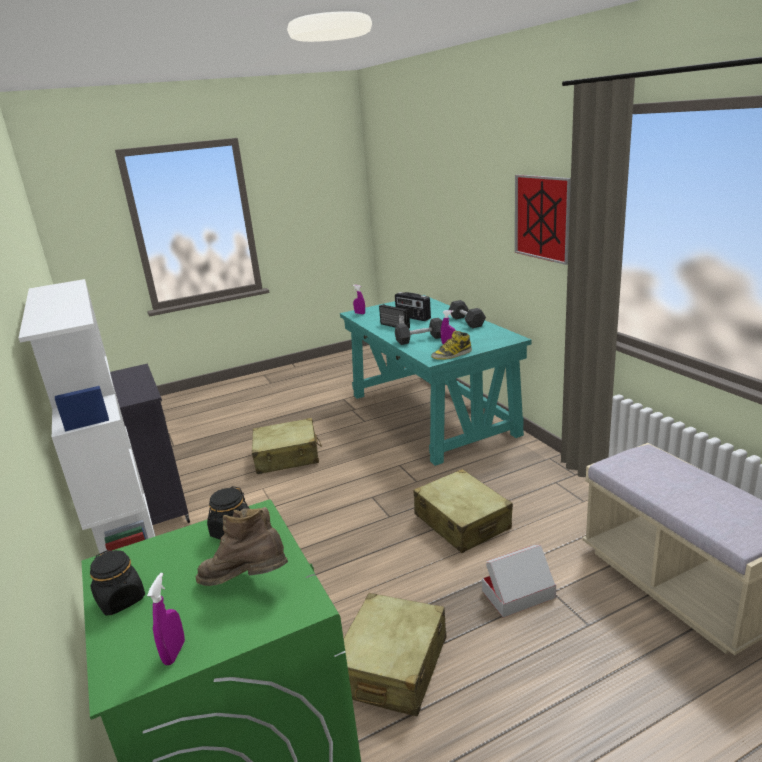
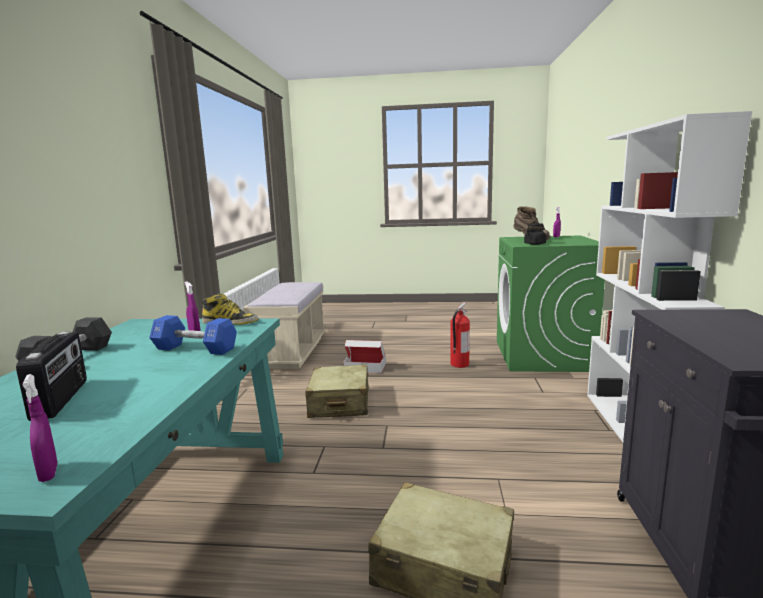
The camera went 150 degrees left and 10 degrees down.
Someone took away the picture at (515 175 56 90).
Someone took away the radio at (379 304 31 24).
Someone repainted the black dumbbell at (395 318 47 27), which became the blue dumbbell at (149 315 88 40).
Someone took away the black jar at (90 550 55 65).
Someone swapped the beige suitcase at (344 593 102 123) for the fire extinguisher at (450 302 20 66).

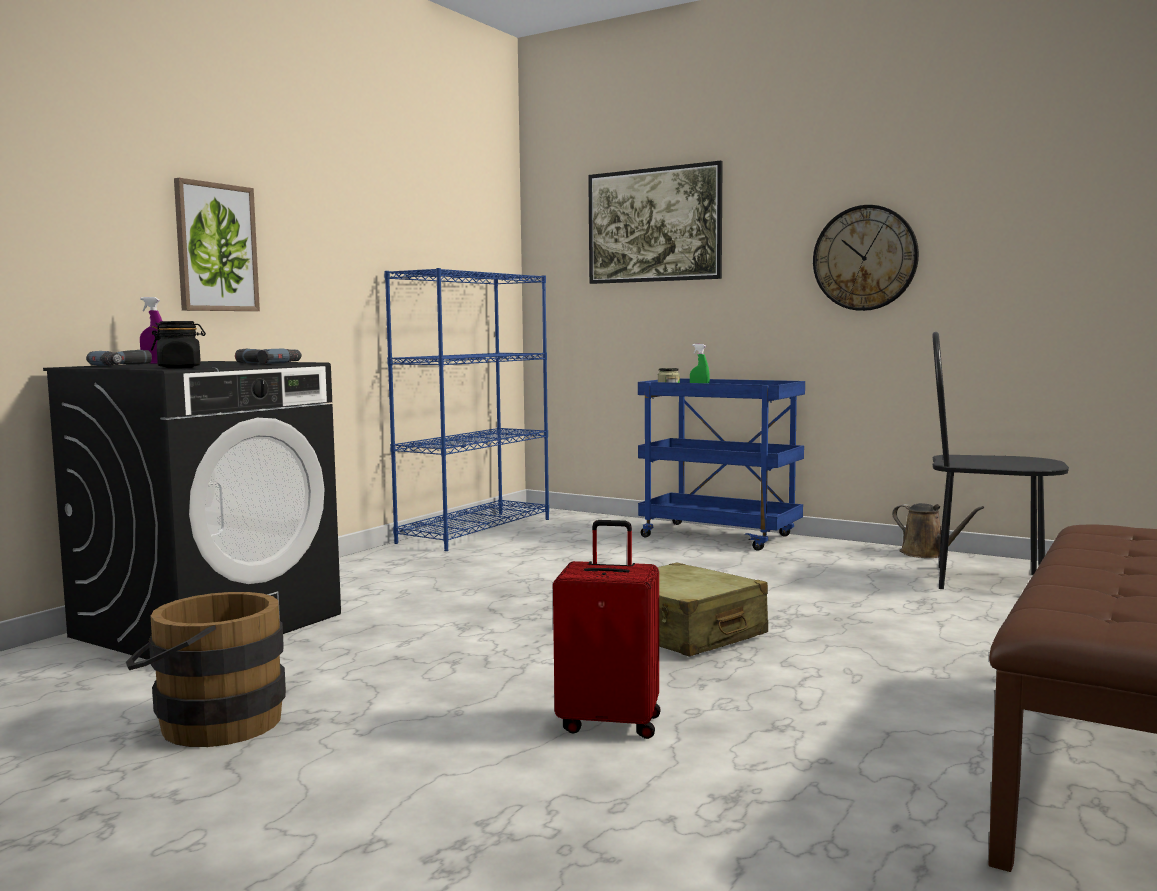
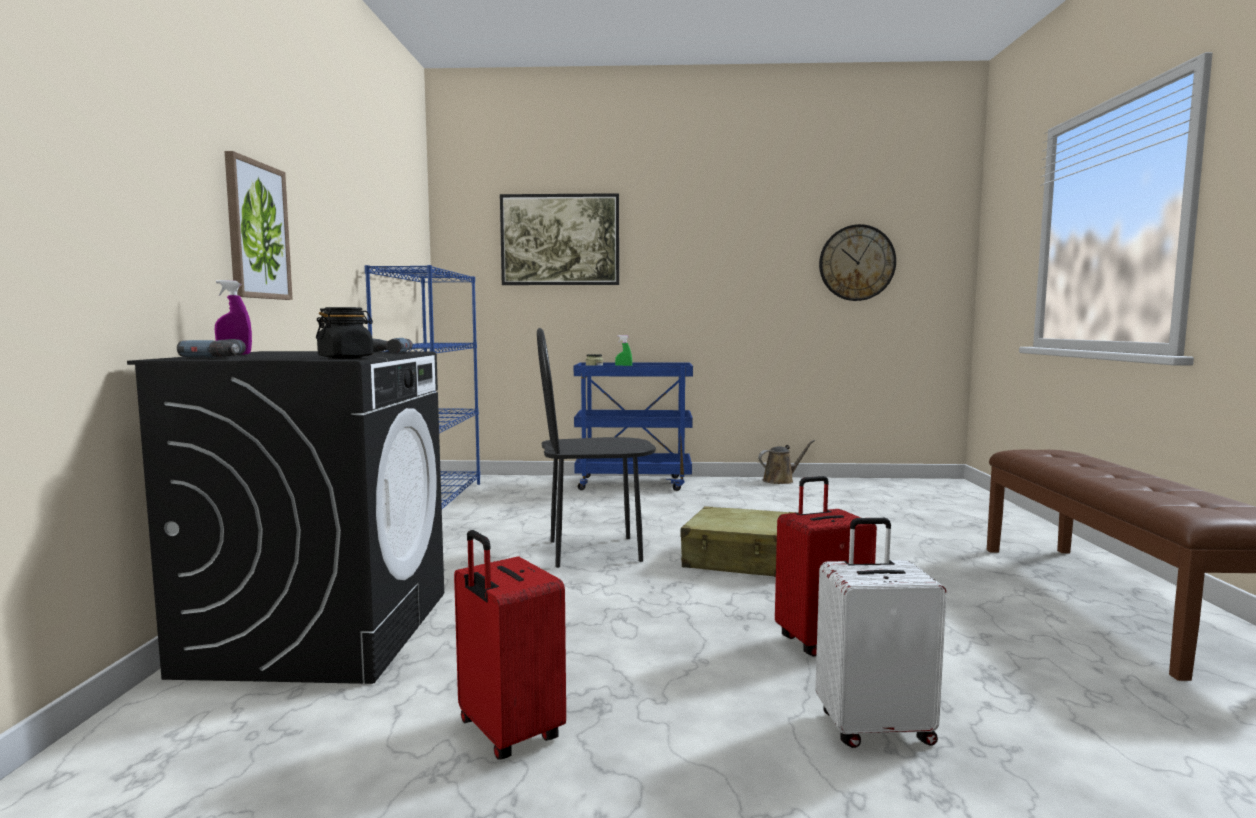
The camera went 30 degrees left and 0 degrees up.
Someone carried the wall clock from (813 205 106 106) to (819 224 77 77).
Someone carried the black chair from (932 332 137 257) to (537 328 119 240).
Someone rotated the brown watering can at (892 503 92 55) by 45 degrees counterclockwise.
Someone swapped the brown bucket at (126 592 160 155) for the red suitcase at (454 530 112 230).
Someone put down the white suitcase at (815 518 132 230).

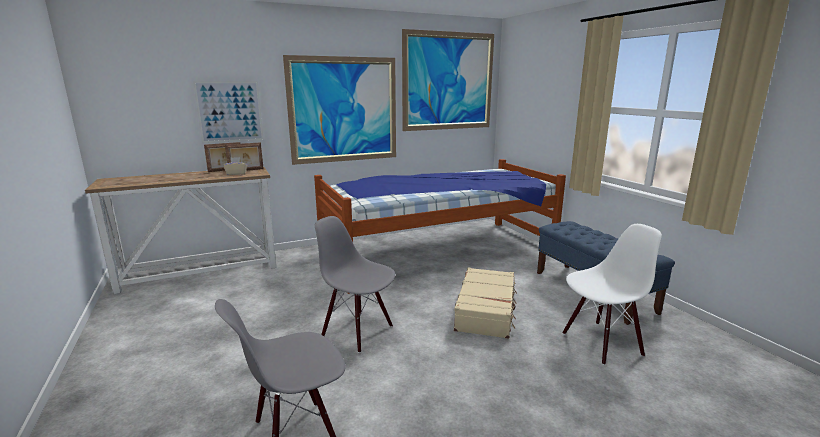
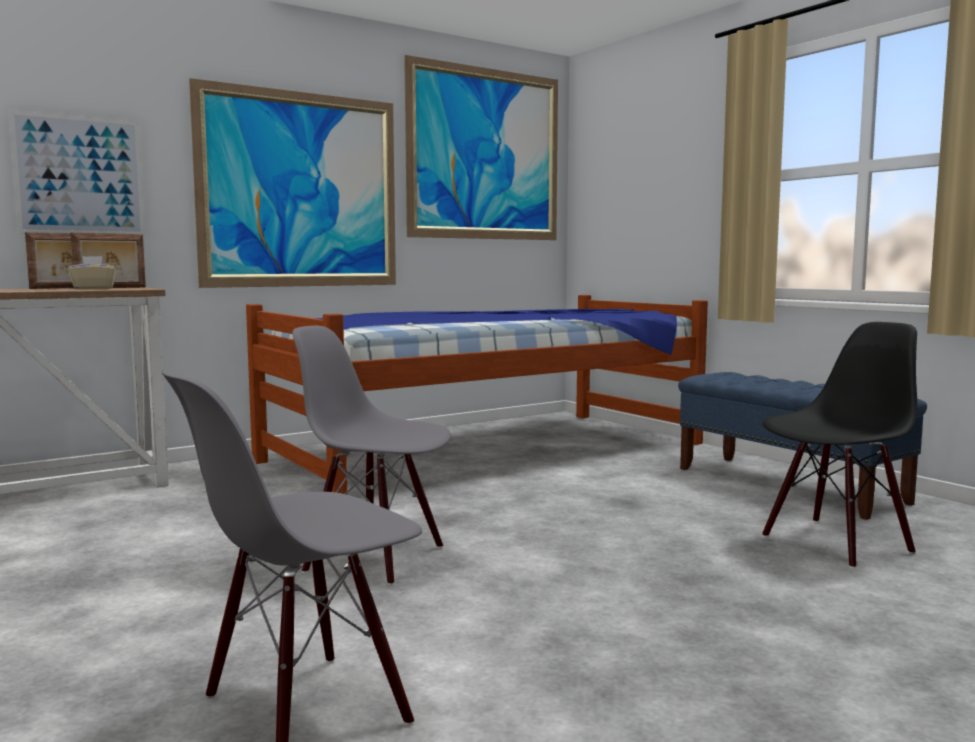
The camera went 10 degrees left and 10 degrees down.
Someone repainted the white chair at (562 224 100 141), which became the black chair at (762 322 155 247).
Someone took away the beige suitcase at (454 267 63 72).

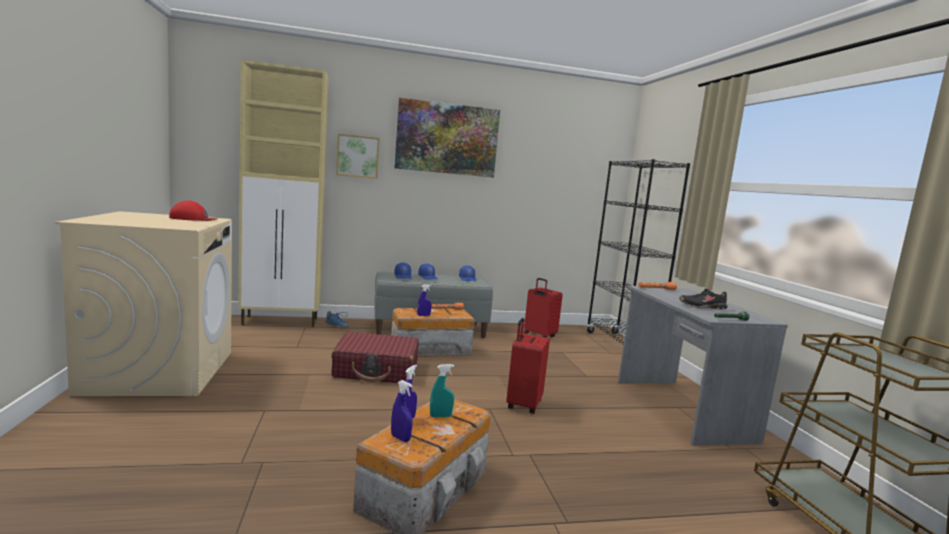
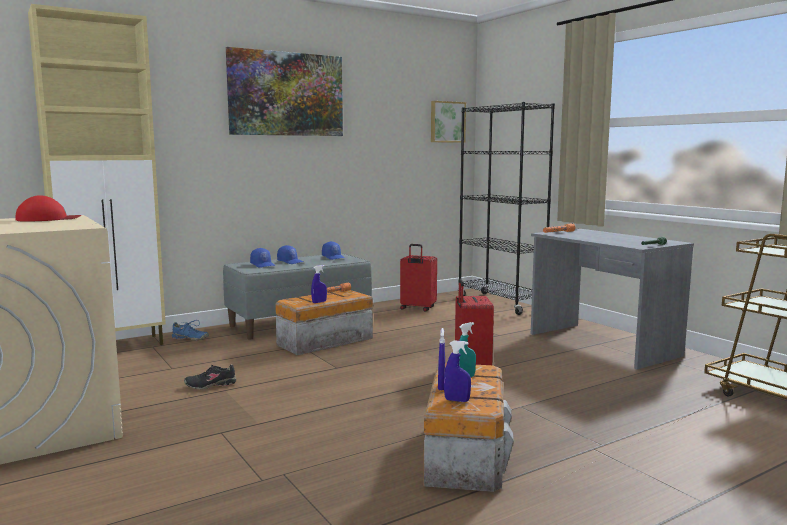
The camera went 20 degrees left and 0 degrees up.
Someone carried the picture from (336 134 44 45) to (431 101 35 42).
Someone carried the black shoe from (679 289 48 21) to (184 364 53 25).
Someone took away the red suitcase at (331 332 88 51).

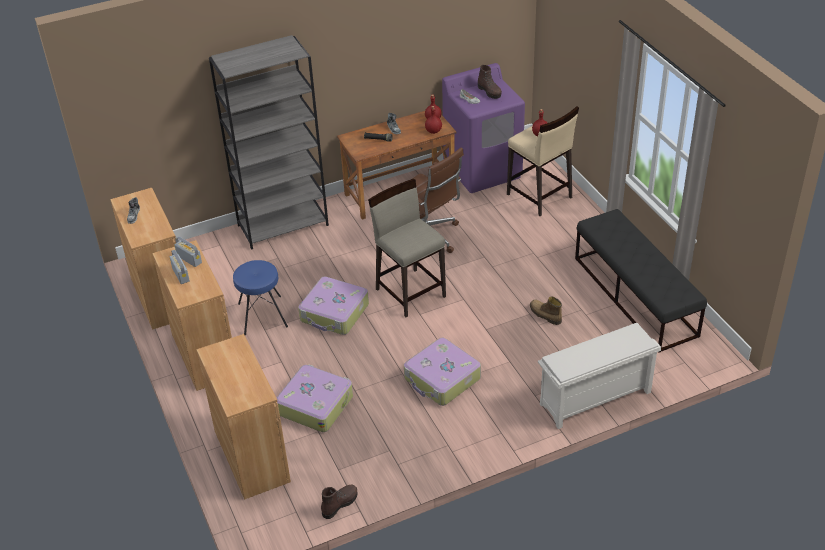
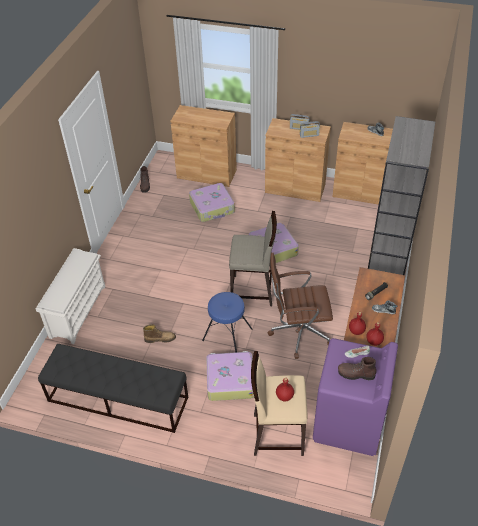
The camera went 130 degrees right and 5 degrees up.
Someone carried the blue stool from (233 260 55 75) to (202 292 50 60).
Someone carried the suitcase from (404 338 77 68) to (206 351 48 50).

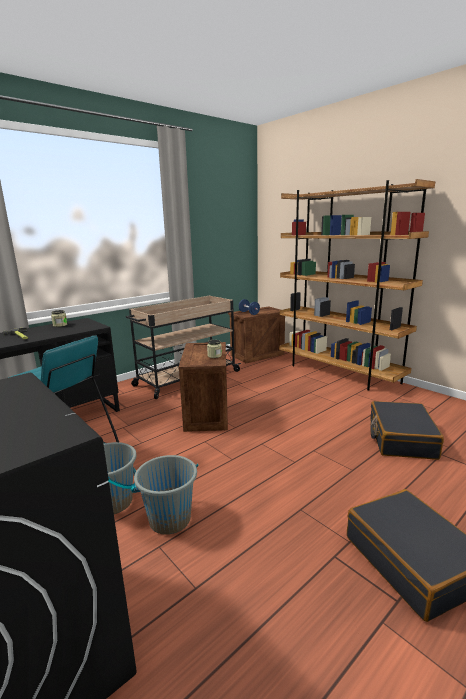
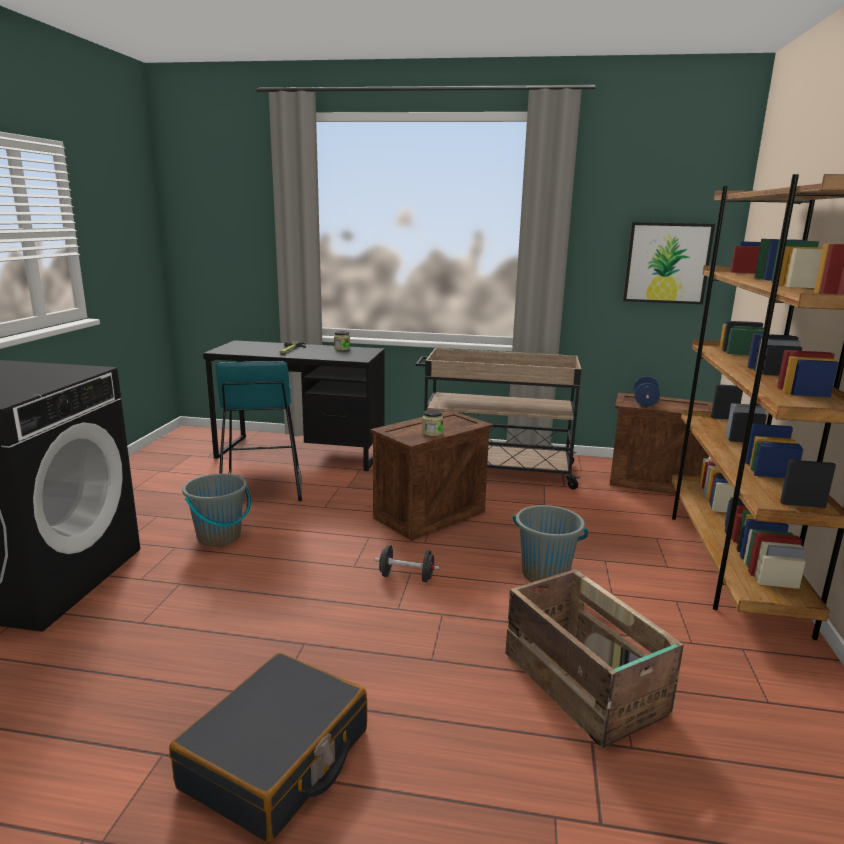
The camera went 50 degrees right and 0 degrees up.
Someone swapped the black suitcase at (370 401 74 59) for the crate at (505 569 179 179).
Someone carried the grey bucket from (131 455 68 80) to (512 505 76 82).
Someone put up the picture at (623 222 92 82).
Someone put down the black dumbbell at (375 545 65 38).

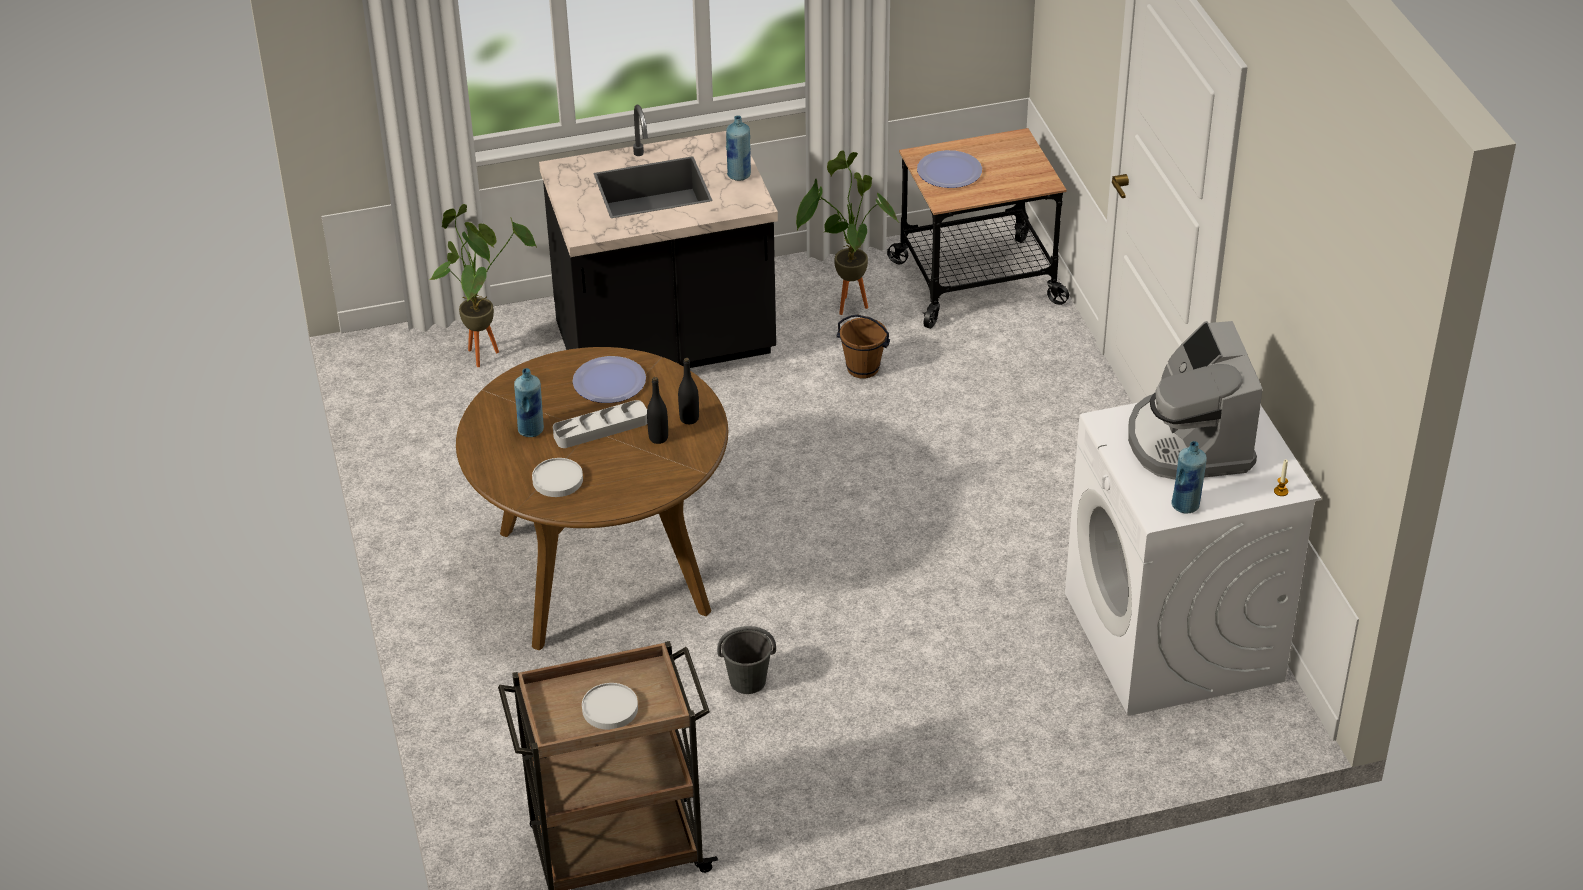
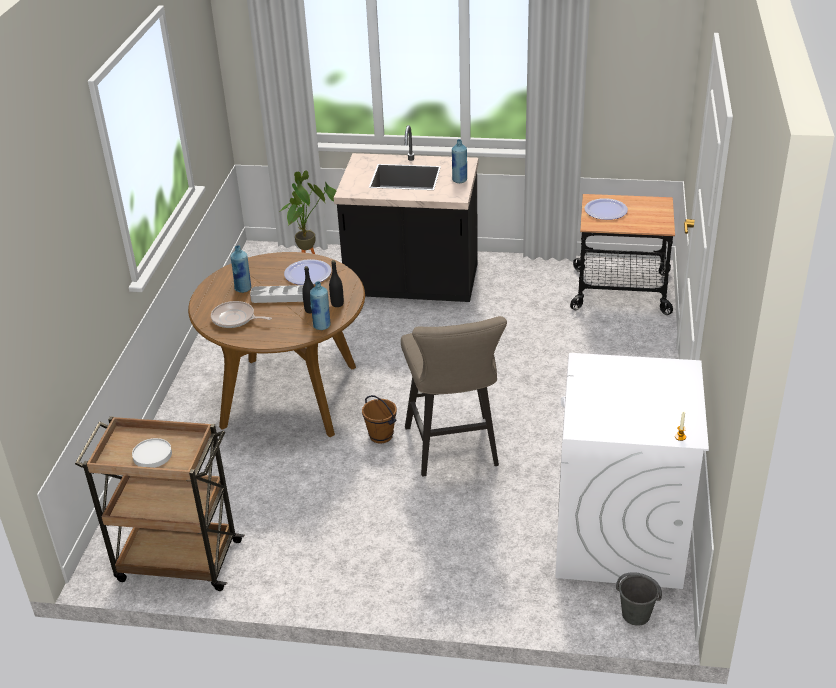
The camera went 25 degrees right and 5 degrees down.
Someone took away the potted plant at (796 150 102 165).
Someone carried the brown bucket from (837 315 53 64) to (362 395 35 49).
Someone took away the coffee machine at (1128 321 135 159).
Someone carried the blue bottle from (1171 441 36 73) to (310 281 21 49).
Someone swapped the white plate at (532 458 51 39) for the frying pan at (211 301 61 27).
Someone carried the grey bucket from (717 626 59 68) to (616 572 46 54).
Someone put down the beige stool at (401 316 106 161).

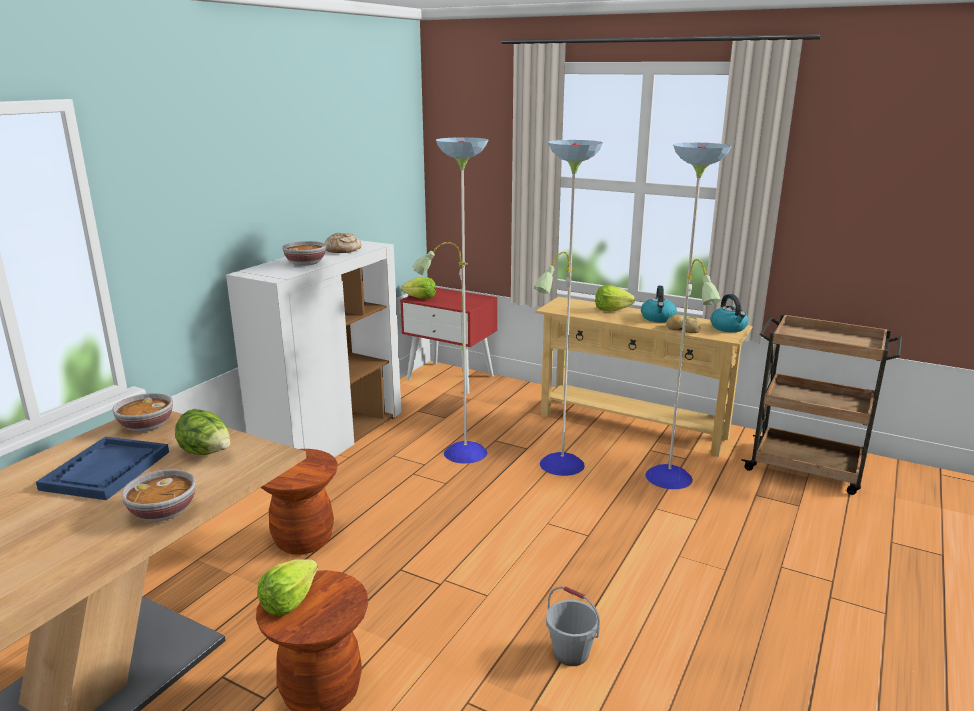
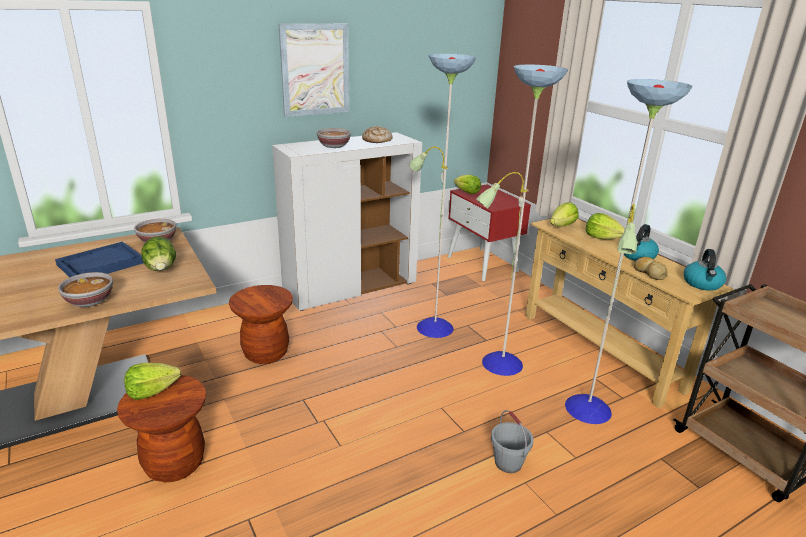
The camera went 30 degrees right and 5 degrees up.
Someone carried the grey bucket from (546 586 54 80) to (491 410 43 63).
Someone put up the picture at (278 23 71 94).
Someone put down the lettuce at (550 202 29 25).

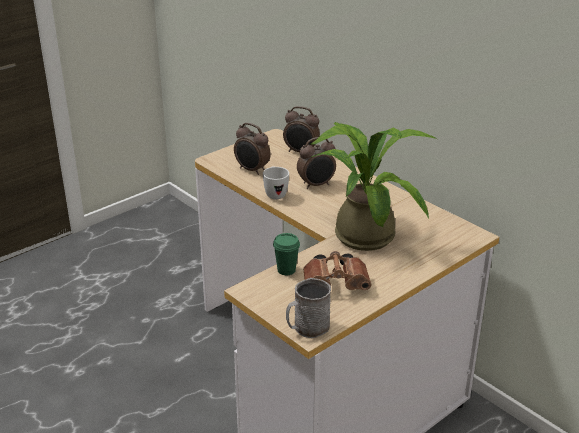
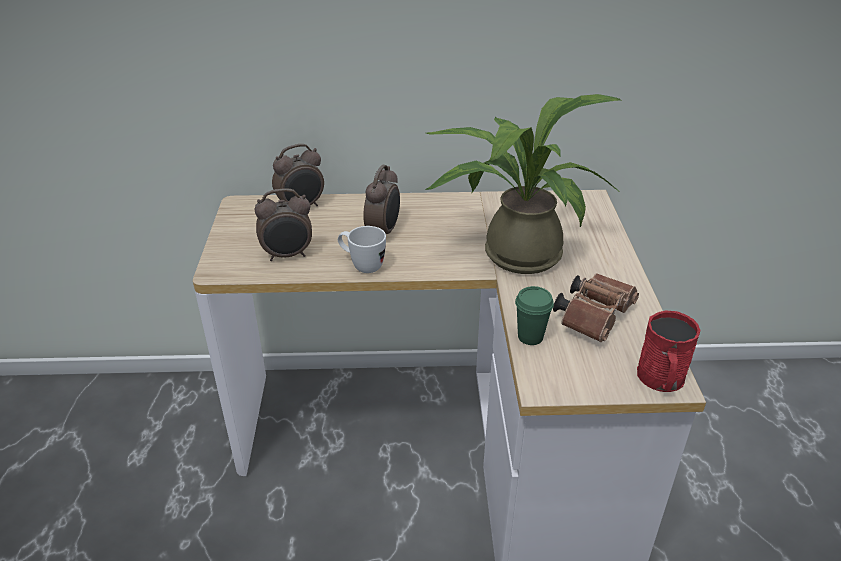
The camera went 50 degrees left and 5 degrees up.
Someone repainted the grey mug at (286 278 45 60), which became the red mug at (637 311 63 81).

